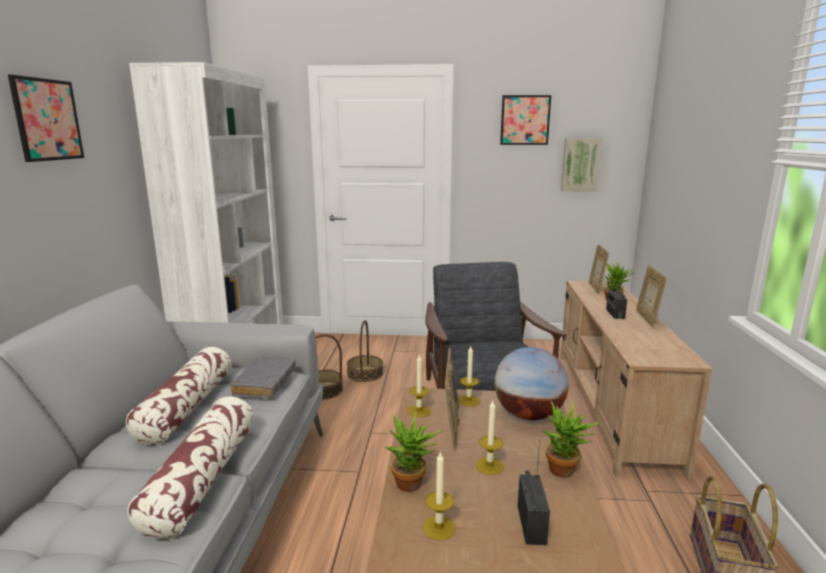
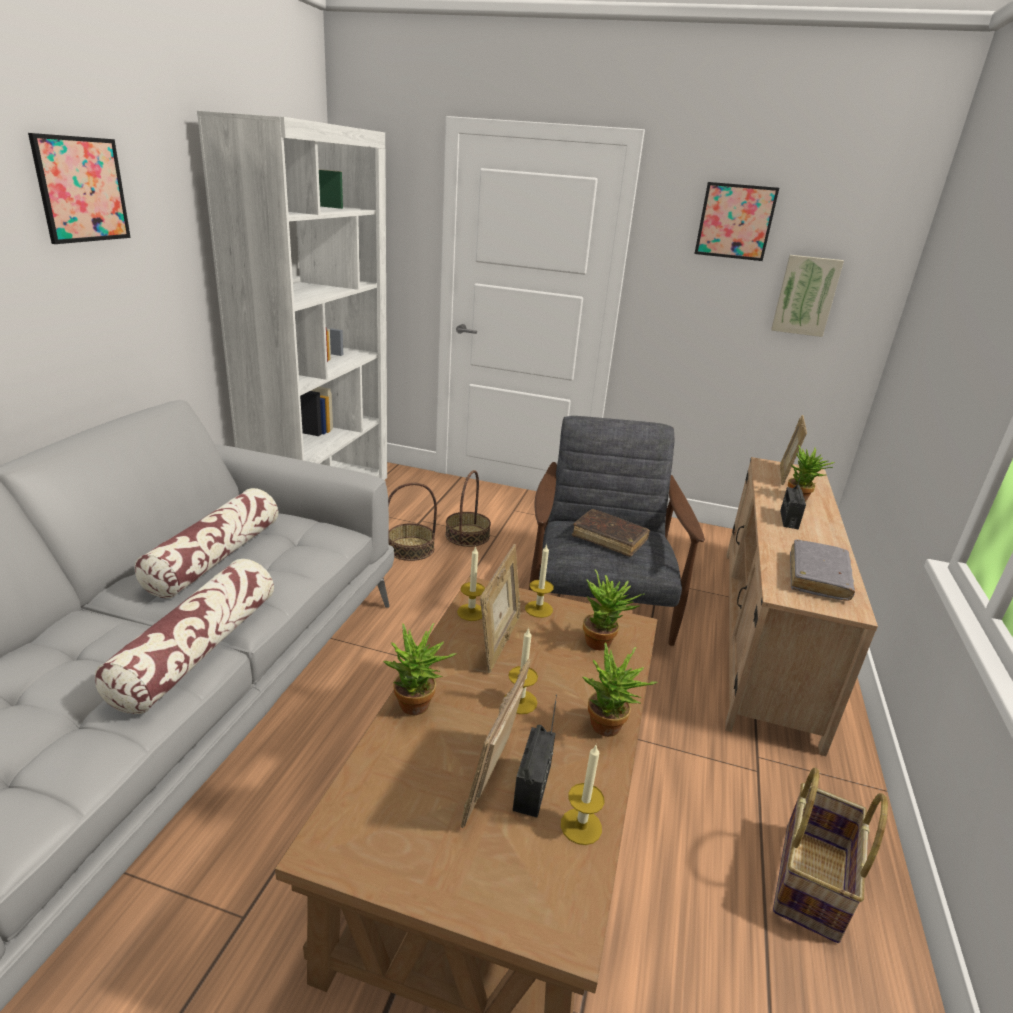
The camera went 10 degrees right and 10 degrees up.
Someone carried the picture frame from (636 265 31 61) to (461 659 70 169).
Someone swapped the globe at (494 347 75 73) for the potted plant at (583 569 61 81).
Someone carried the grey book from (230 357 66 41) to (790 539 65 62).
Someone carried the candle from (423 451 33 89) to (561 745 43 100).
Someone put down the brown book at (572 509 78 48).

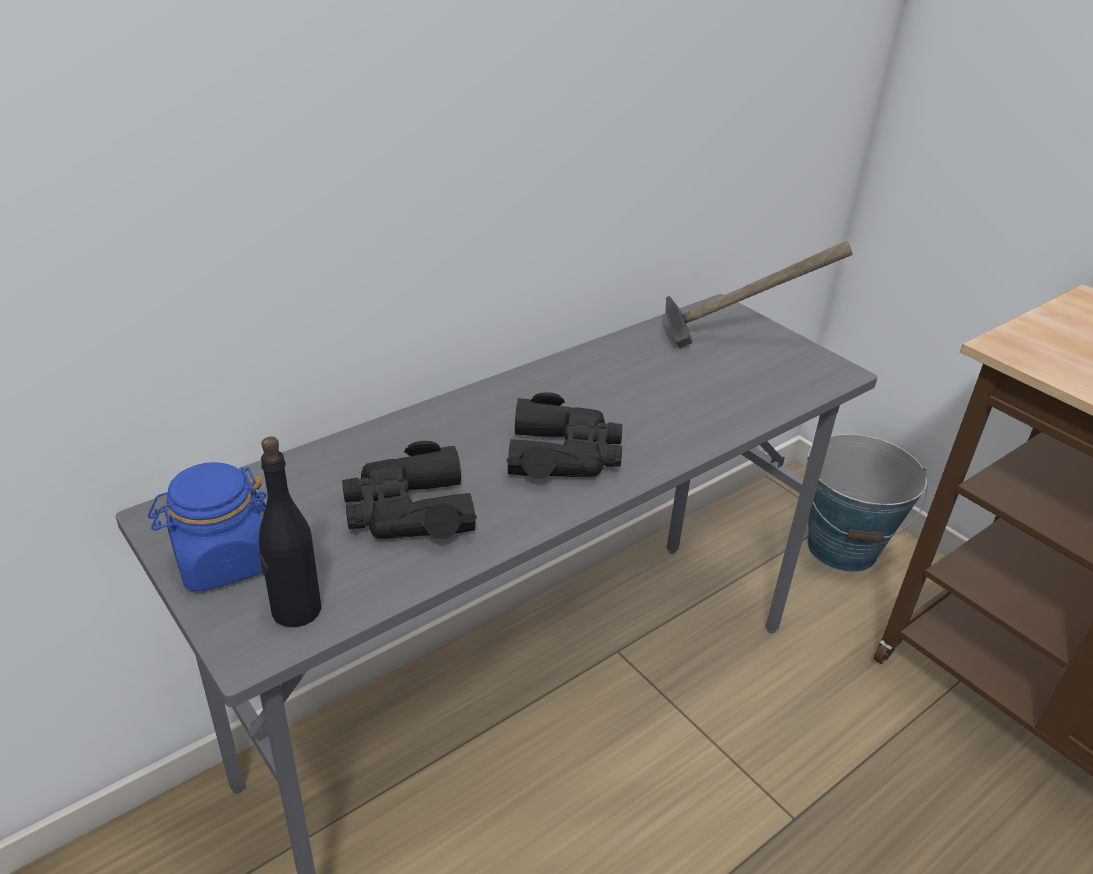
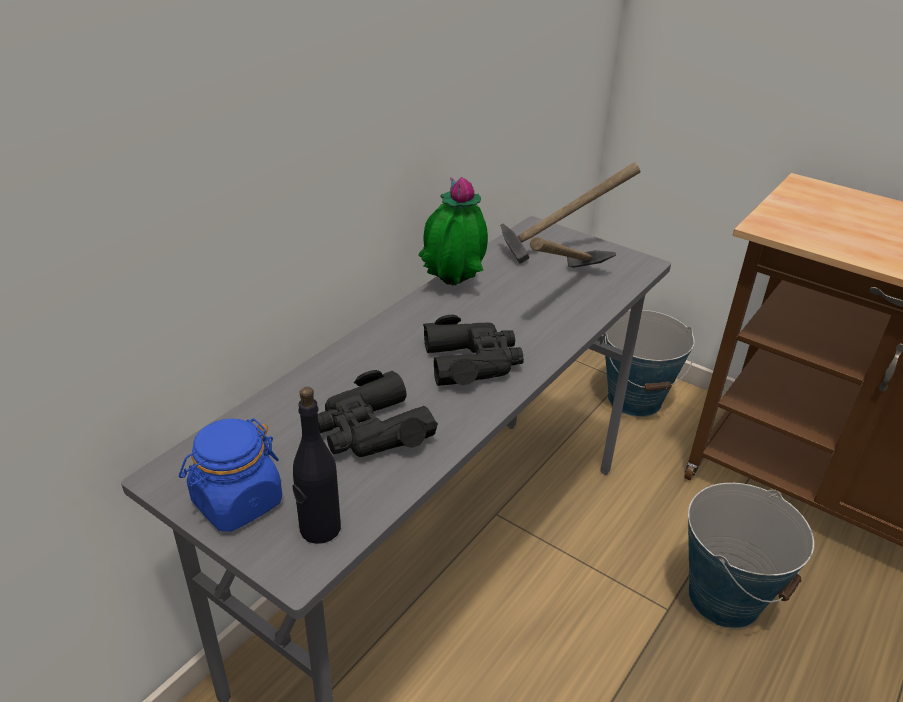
The camera went 15 degrees left and 0 degrees up.
Someone put down the potted plant at (418 177 70 109).
Someone put down the hammer at (530 237 86 31).
Someone put down the bucket at (688 483 126 145).

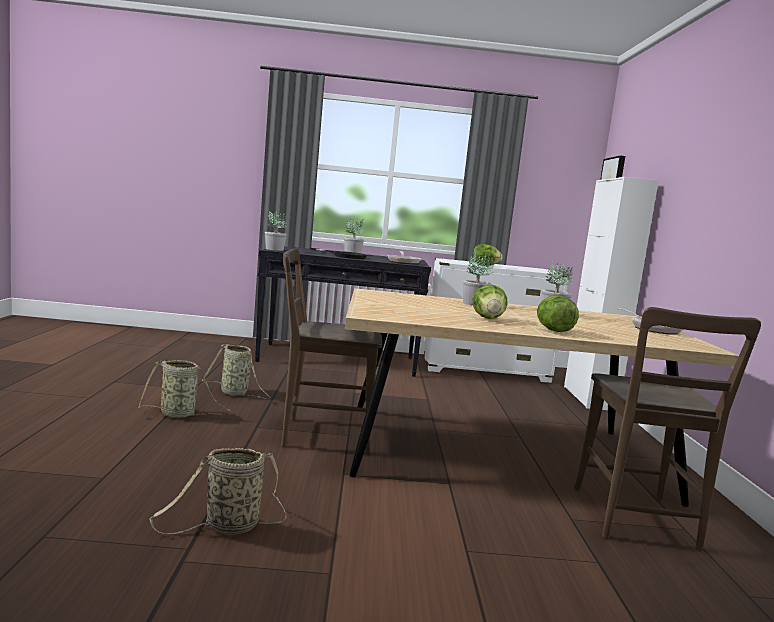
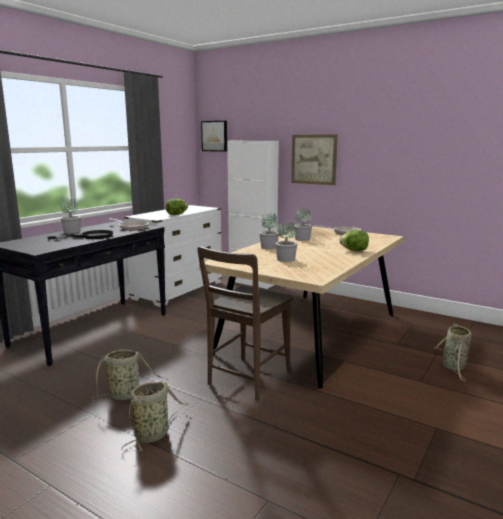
The camera went 55 degrees left and 5 degrees up.
Someone carried the potted plant from (265 210 22 41) to (275 222 22 40).
Someone took away the lettuce at (473 284 35 35).
Someone took away the brown chair at (574 307 187 243).
Someone carried the basket from (149 448 138 87) to (435 324 37 58).
Someone put up the picture at (291 134 47 51).

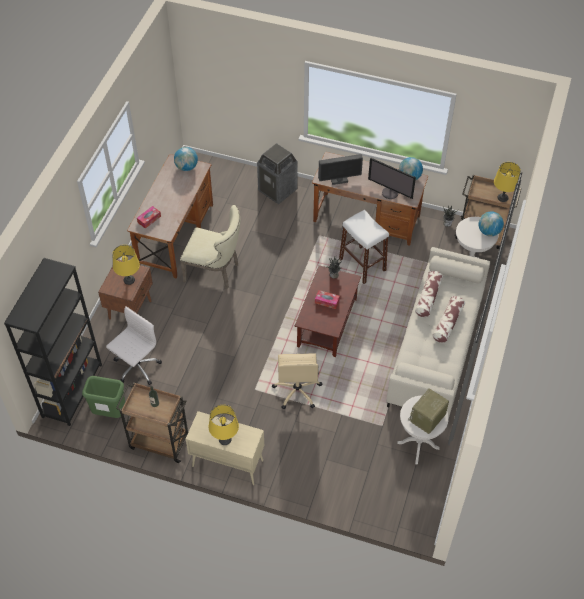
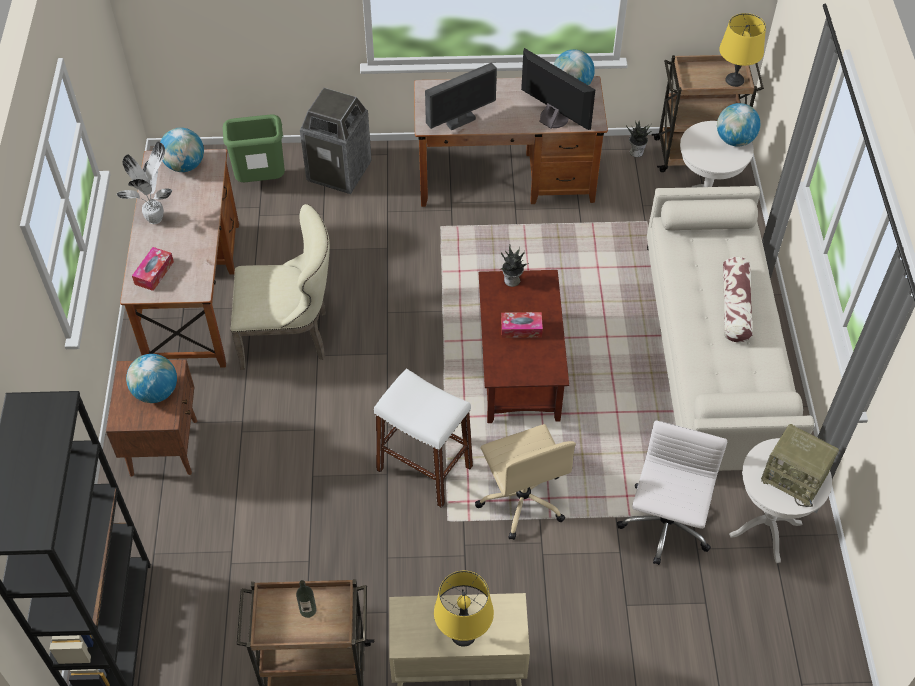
The camera went 20 degrees left and 0 degrees up.
Someone rotated the monitor at (368 158 48 41) by 150 degrees counterclockwise.
Someone carried the white stool from (339 210 50 74) to (374 369 99 139).
Someone swapped the yellow table lamp at (112 245 28 40) for the globe at (126 354 51 49).
Someone took away the pillow at (415 271 28 46).
Someone carried the white office chair from (106 307 56 78) to (617 421 110 144).
Someone carried the green trash can from (82 376 43 42) to (223 115 62 67).
Someone rotated the radio at (408 388 41 46) by 75 degrees counterclockwise.
Someone put down the potted plant at (117 142 55 82).

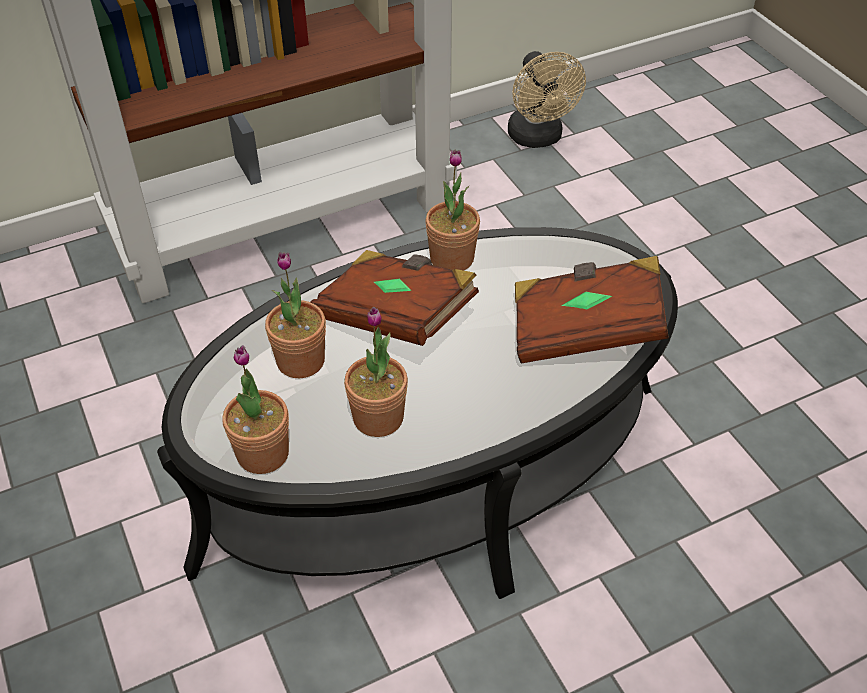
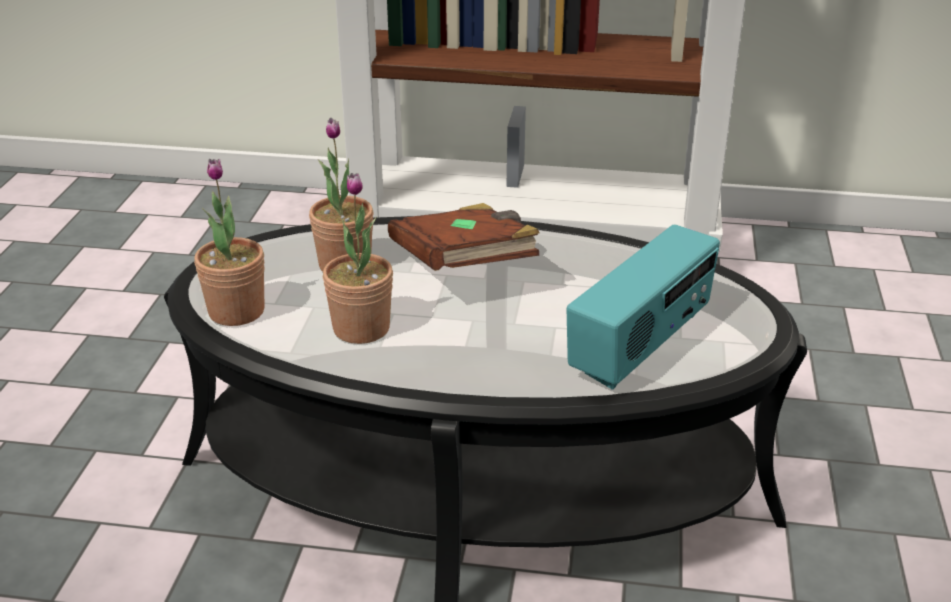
The camera went 35 degrees right and 15 degrees down.
Someone took away the beige fan at (508 51 78 97).
Someone took away the potted plant at (425 149 55 122).
Someone swapped the brown book at (515 256 154 108) for the radio at (566 225 154 165).

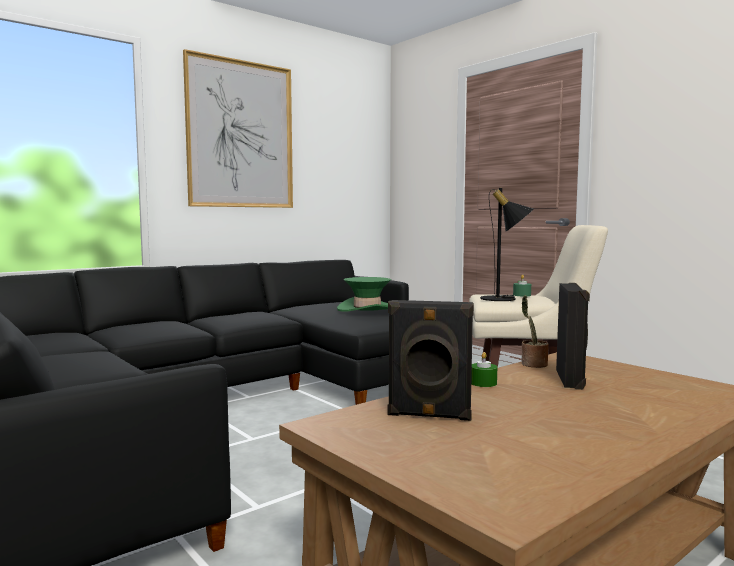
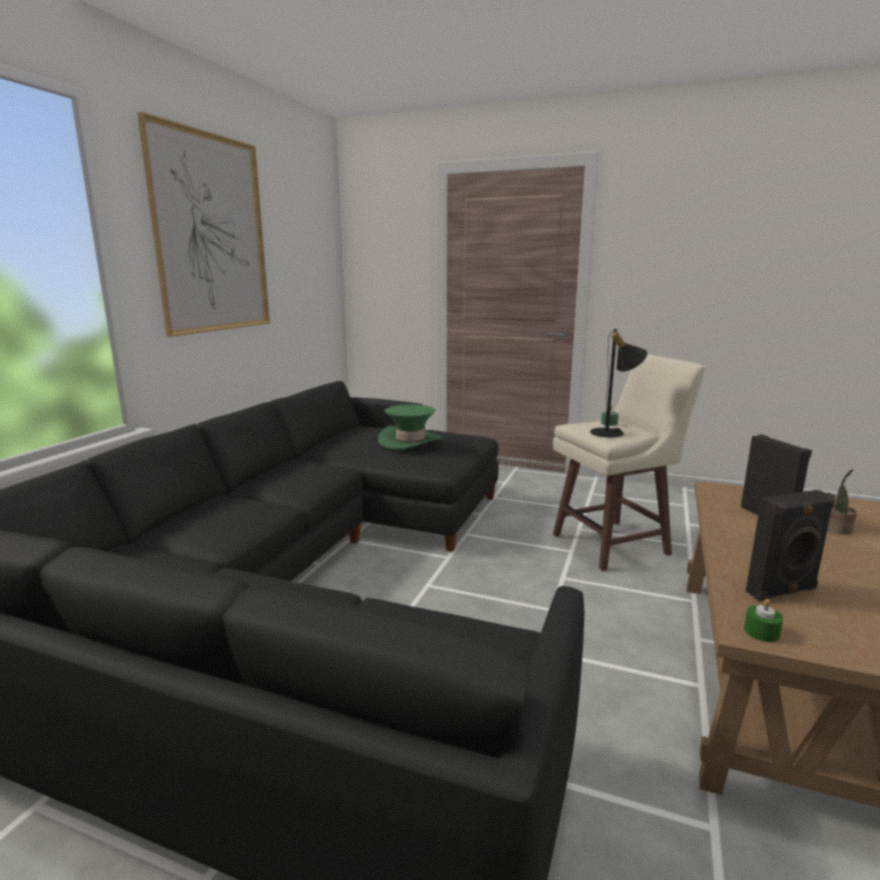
The camera went 30 degrees left and 10 degrees up.
Someone carried the potted plant from (522 295 27 73) to (827 469 30 65).
Someone carried the green candle from (471 352 26 35) to (744 599 39 43).

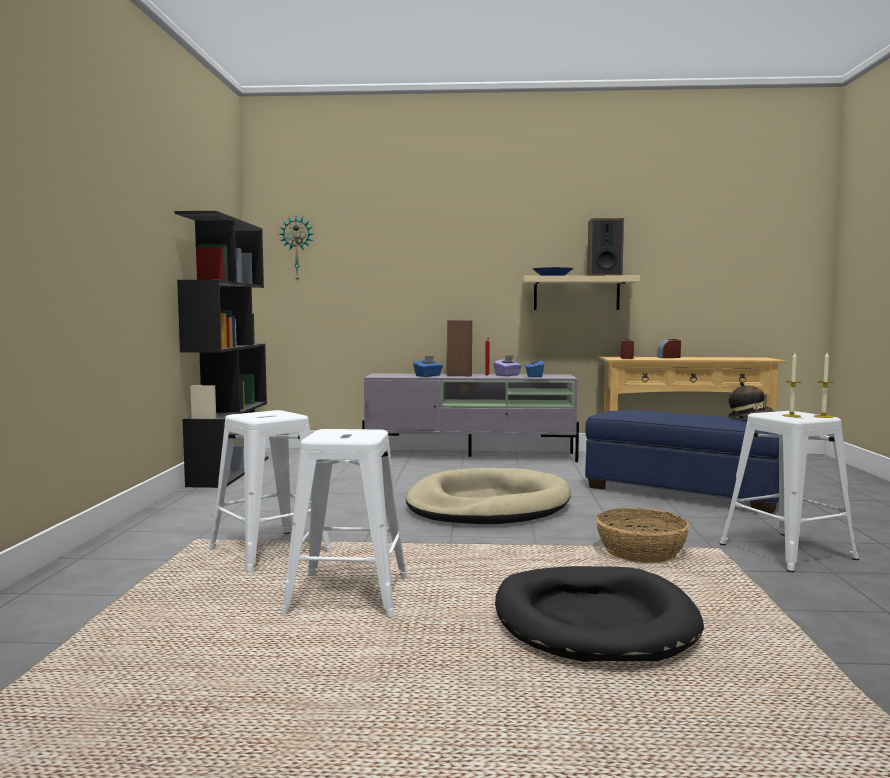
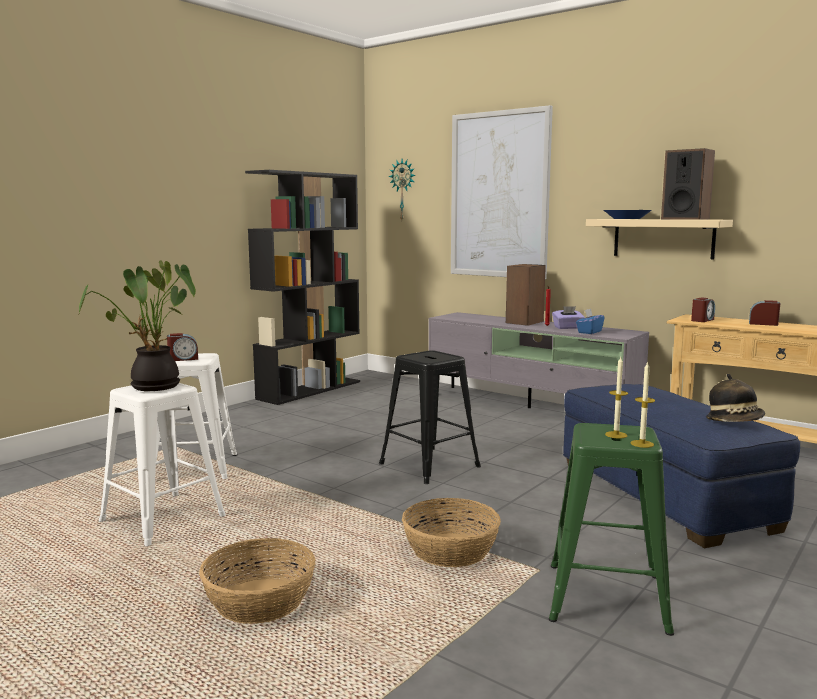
The camera went 35 degrees right and 5 degrees up.
Someone took away the blue tissue box at (413 356 30 21).
Someone repainted the white stool at (719 411 140 161), which became the green stool at (549 423 125 213).
Someone swapped the beige dog bed at (406 468 165 56) for the black stool at (379 350 102 134).
Someone swapped the black dog bed at (495 566 209 96) for the basket at (199 538 116 86).
Someone put up the picture at (451 105 102 174).
Someone put down the potted plant at (78 260 118 131).
Someone put down the alarm clock at (167 333 31 28).

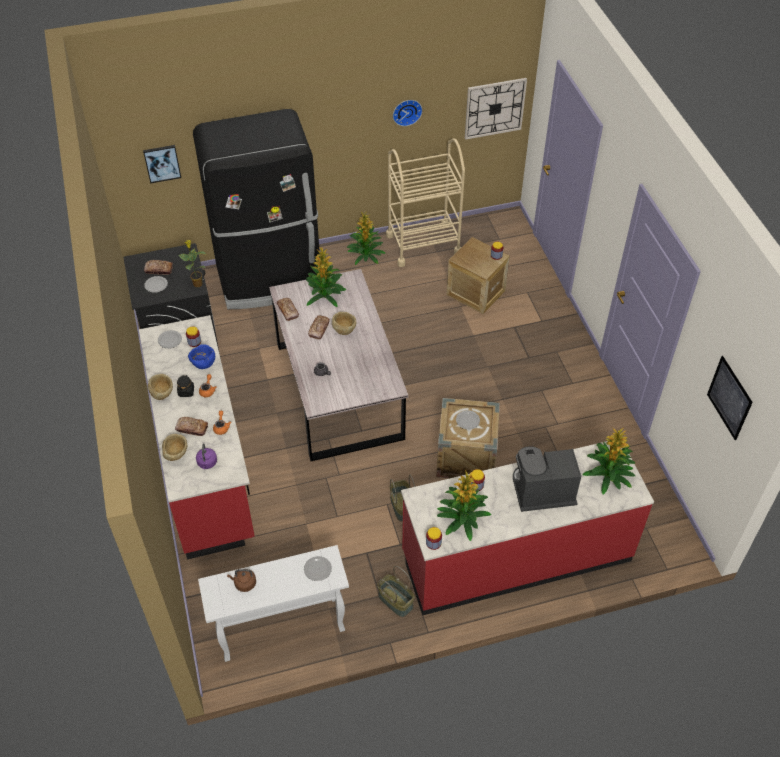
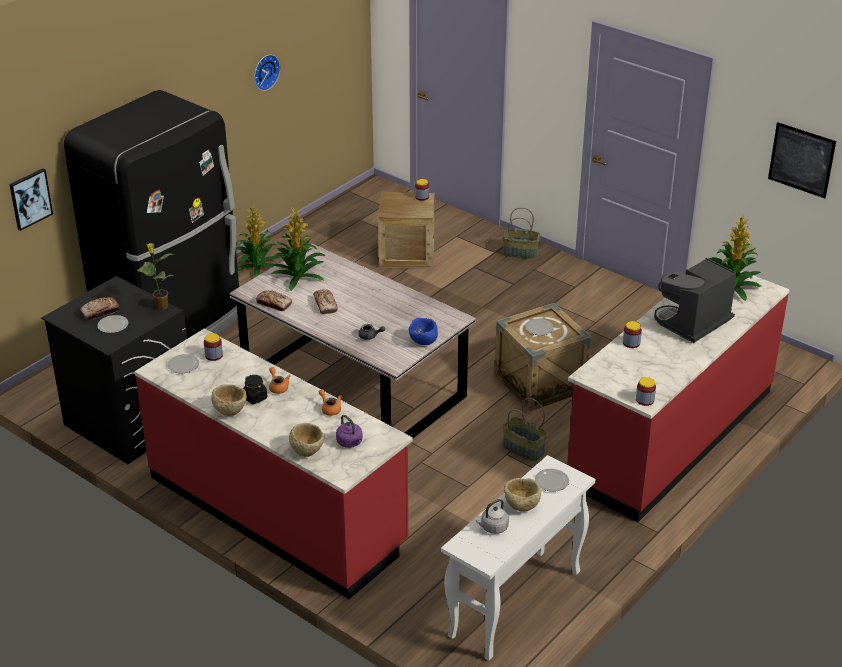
The camera went 35 degrees left and 15 degrees down.
Someone took away the wall clock at (465 78 62 62).
Someone took away the beige cart at (386 138 79 129).
Someone carried the beige bowl from (332 312 25 23) to (504 478 37 34).
Someone carried the blue bowl from (188 344 27 25) to (409 318 29 27).
Someone took away the bread at (175 417 33 19).
Someone took away the potted plant at (437 470 54 71).
Someone carried the basket from (377 566 38 51) to (503 207 37 52).
Someone repainted the brown kettle at (227 569 29 23), which became the grey kettle at (476 499 33 35).

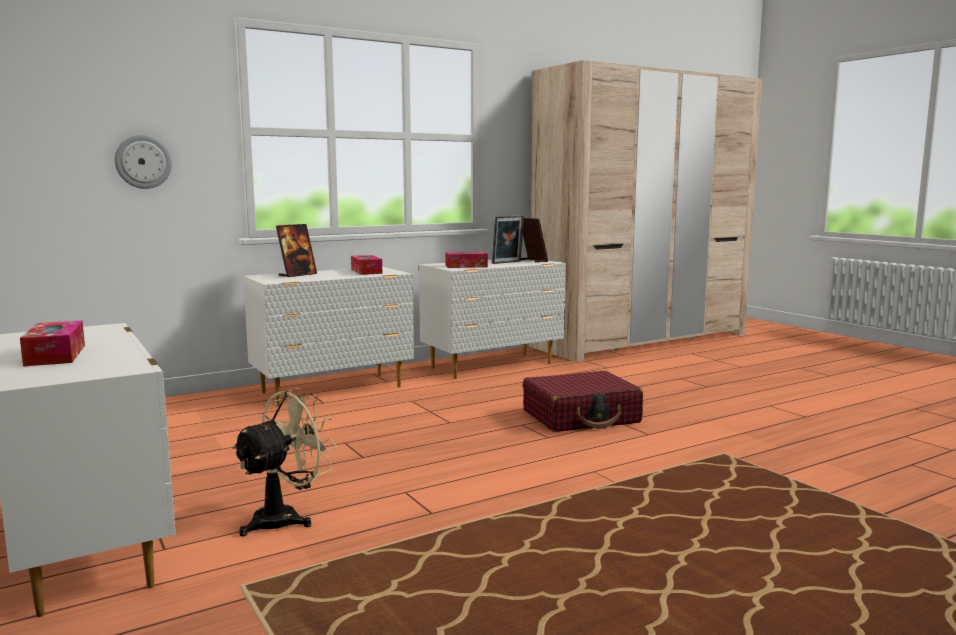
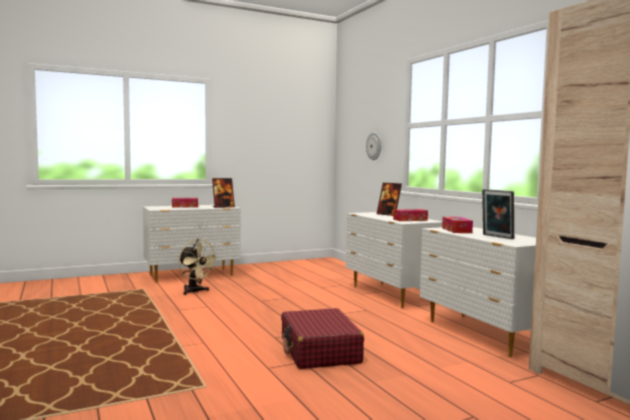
The camera went 95 degrees right and 5 degrees down.
Someone carried the picture frame from (521 218 27 44) to (212 178 23 30).

